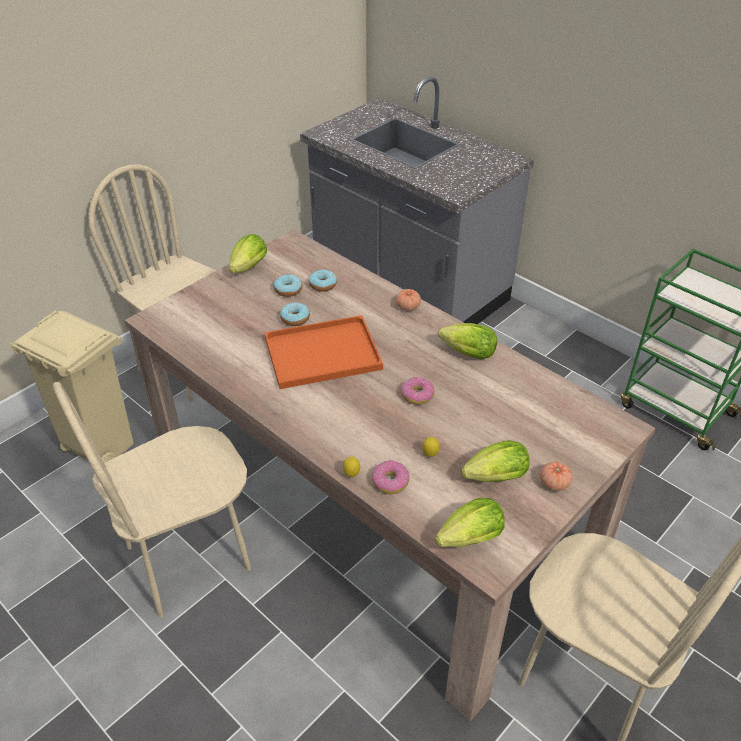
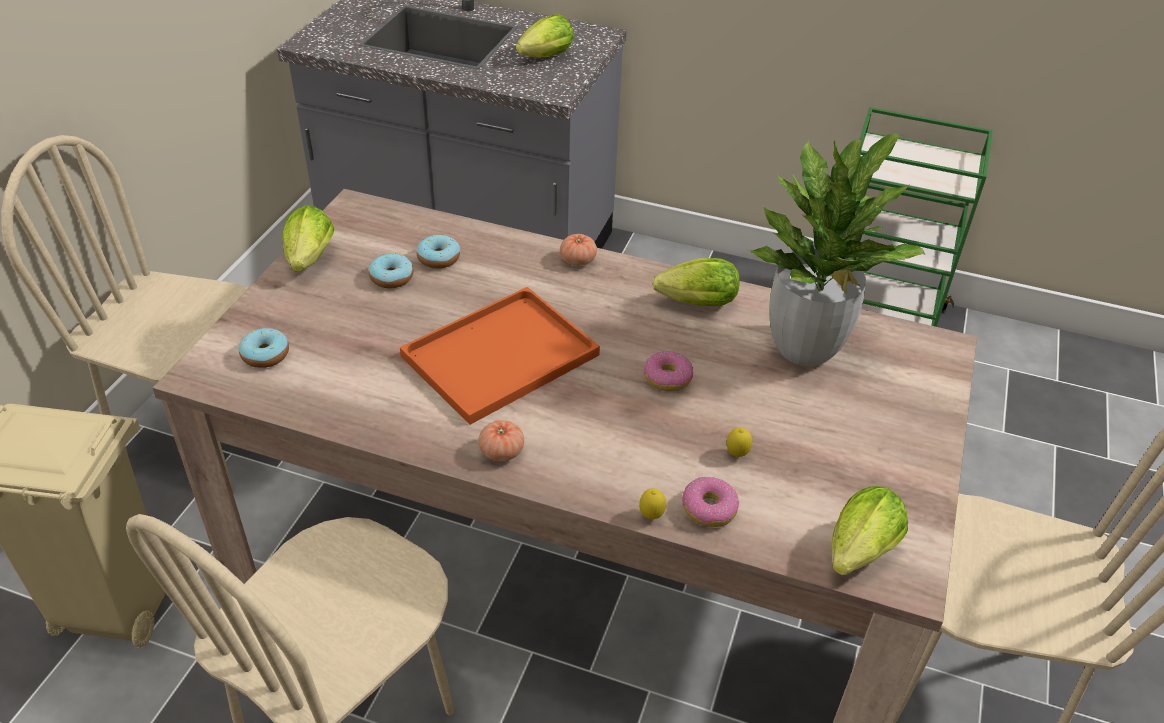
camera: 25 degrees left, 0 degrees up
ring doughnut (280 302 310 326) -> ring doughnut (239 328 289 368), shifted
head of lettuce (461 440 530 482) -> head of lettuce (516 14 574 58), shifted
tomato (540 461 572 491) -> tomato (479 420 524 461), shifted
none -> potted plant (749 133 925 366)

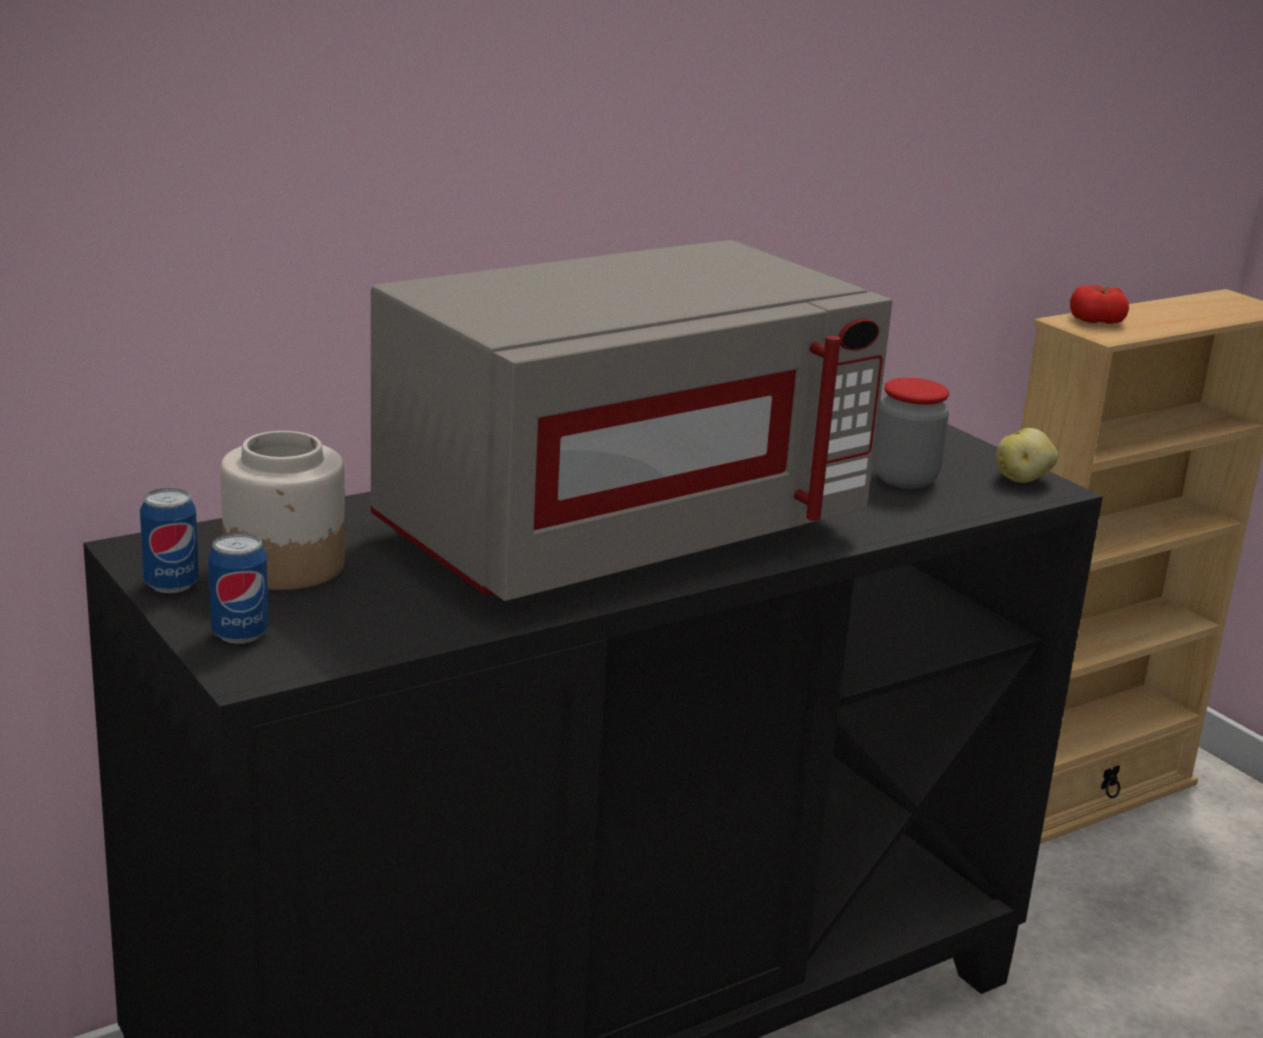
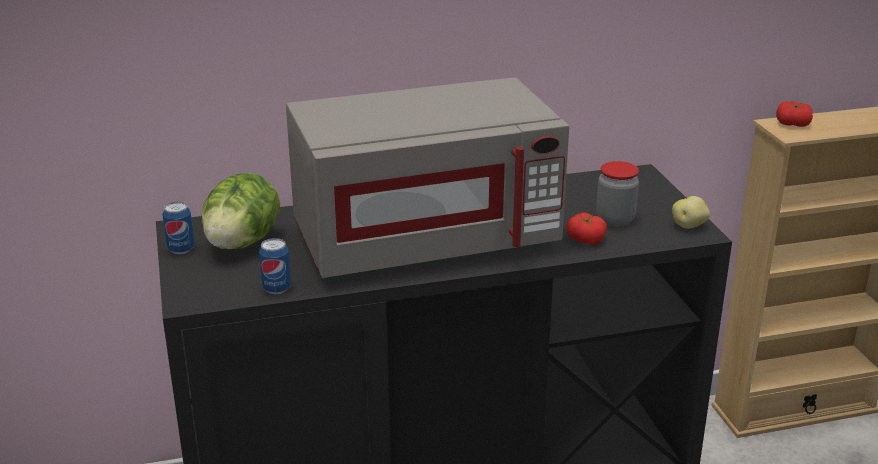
camera: 20 degrees right, 5 degrees up
jar (220 431 345 590) -> head of lettuce (202 173 280 249)
can (208 533 269 644) -> can (259 238 291 294), shifted
none -> tomato (566 213 607 245)

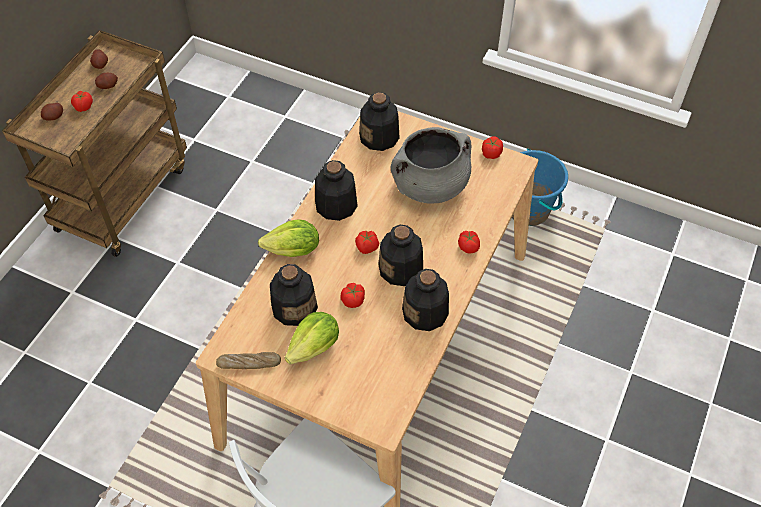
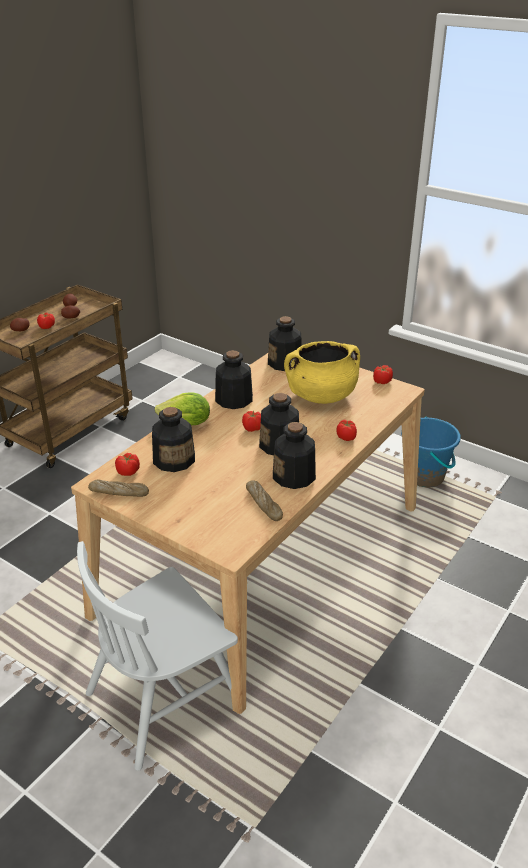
camera: 10 degrees right, 20 degrees down
cooking pot in greyish (391 127 471 204) -> cooking pot in yellow-coloured (284 341 360 404)
tomato (340 283 365 308) -> tomato (115 453 140 476), shifted
head of lettuce (285 312 339 364) -> none
none -> baked bread (246 480 283 521)

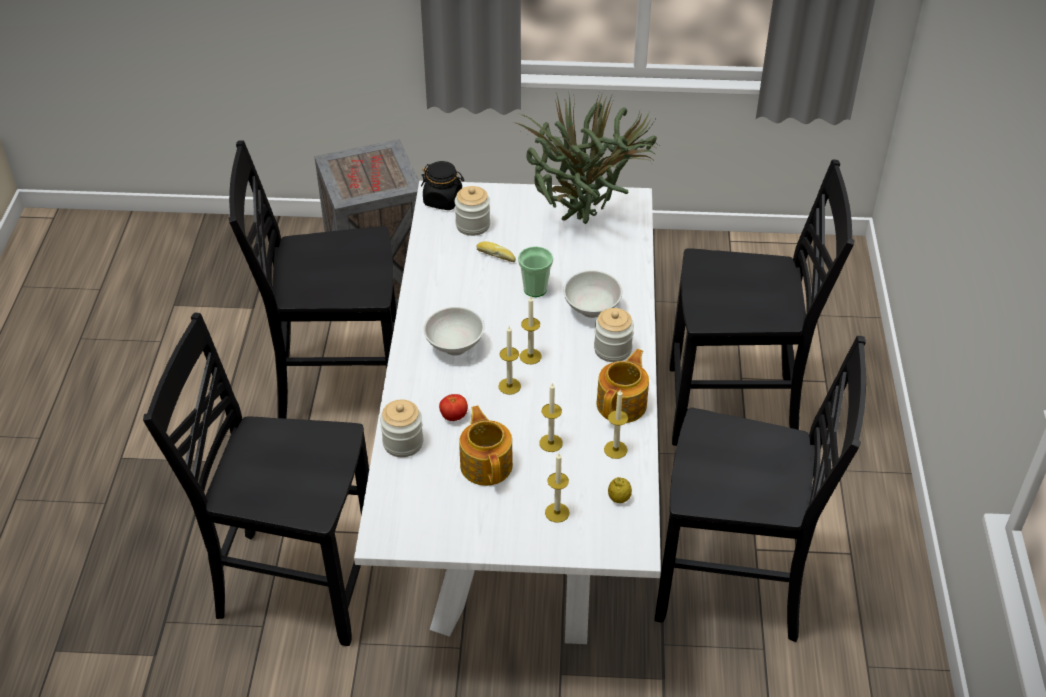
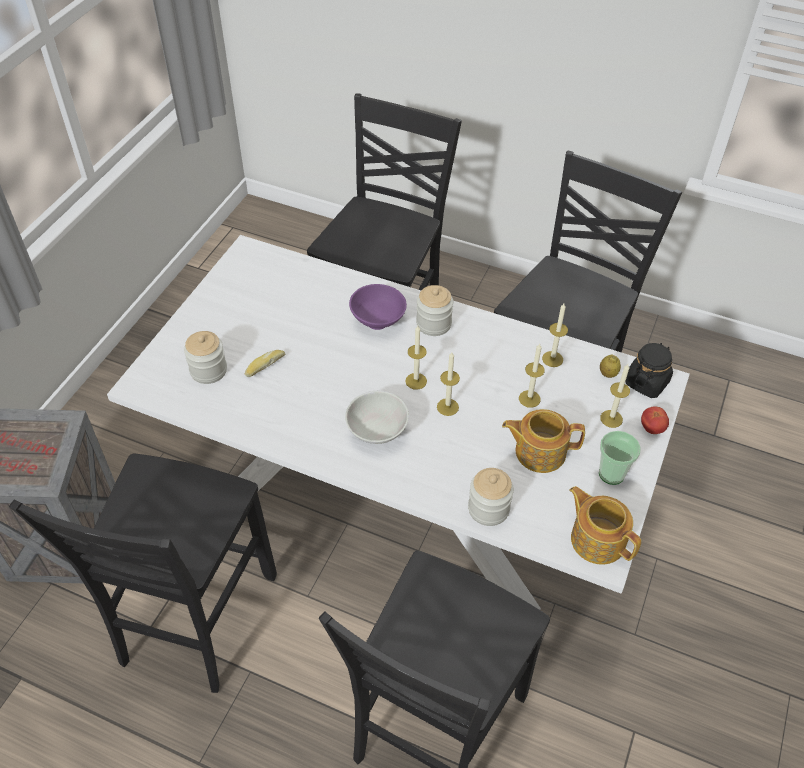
camera: 70 degrees left, 5 degrees up
potted plant (513 91 660 224) -> none
jar in black-coloured (421 161 464 210) -> jar in black-coloured (625 343 673 398), shifted
cup (518 246 553 297) -> cup (599 431 641 485), shifted
bowl in whitish (563 270 622 318) -> bowl in purplish (349 284 407 330)
pot for tea (596 349 649 423) -> pot for tea (570 486 641 564), shifted
tomato (439 394 468 421) -> tomato (641 406 669 434), shifted

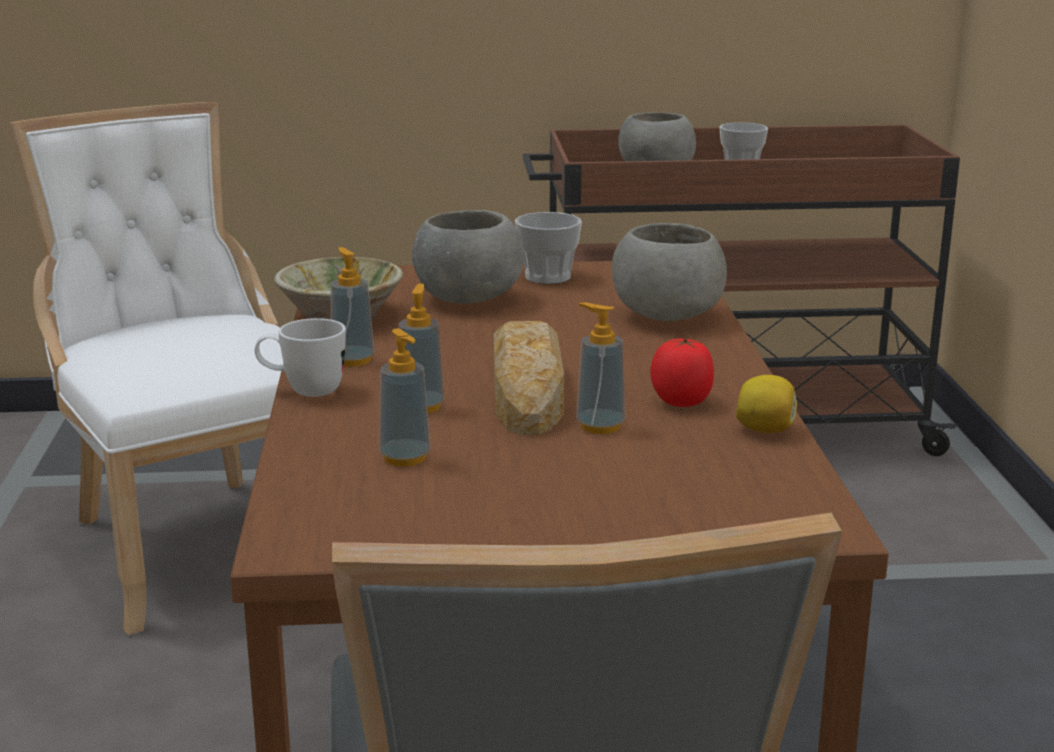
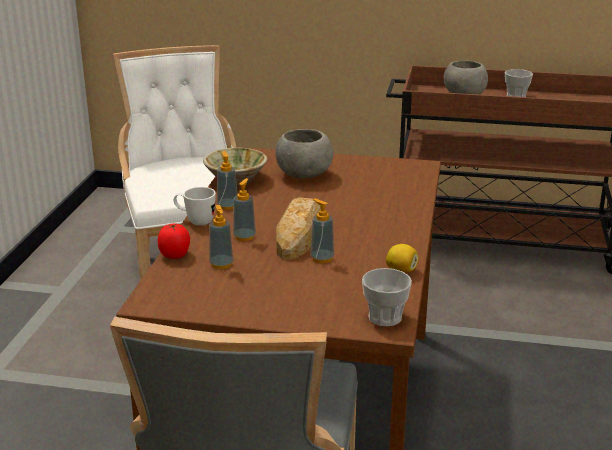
camera: 15 degrees right, 5 degrees up
cup (515 212 582 284) -> cup (362 268 412 326), shifted
bowl in greyish (612 223 727 321) -> none
tomato (650 338 714 407) -> tomato (158 223 190 259), shifted

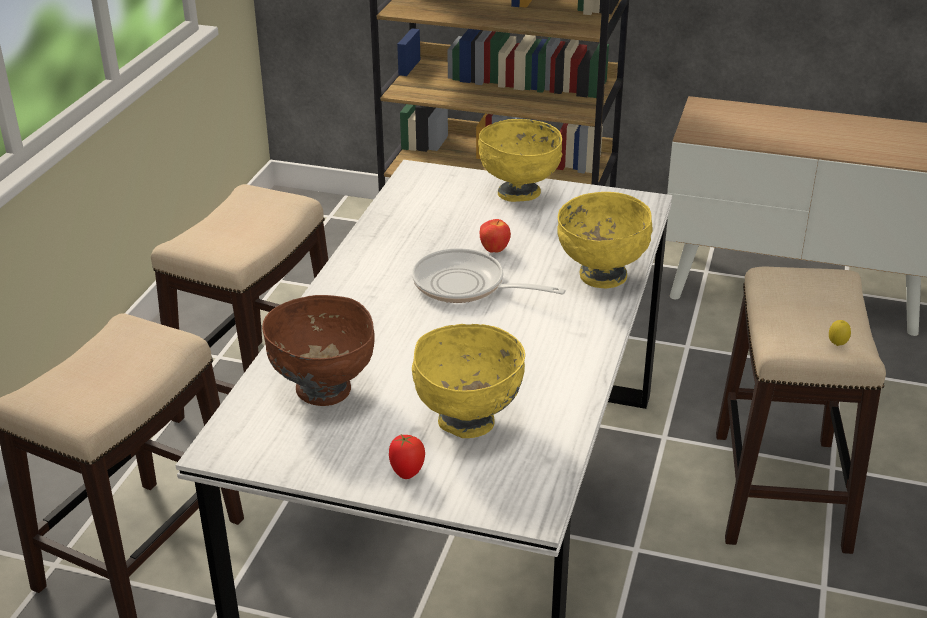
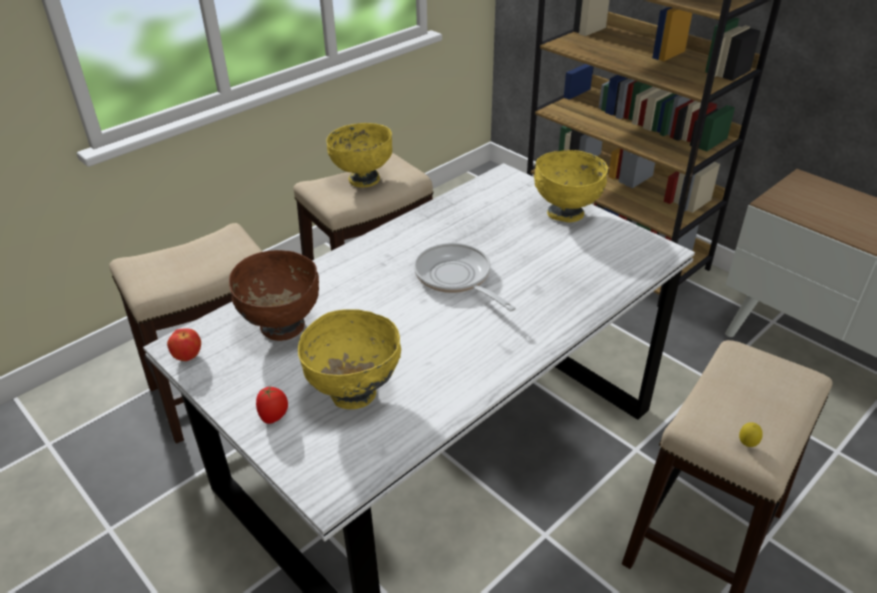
camera: 30 degrees right, 5 degrees up
bowl in yellow-coloured (557 192 652 288) -> bowl in yellow-coloured (326 123 392 187), shifted
apple (480 219 511 252) -> apple (167 328 201 361), shifted

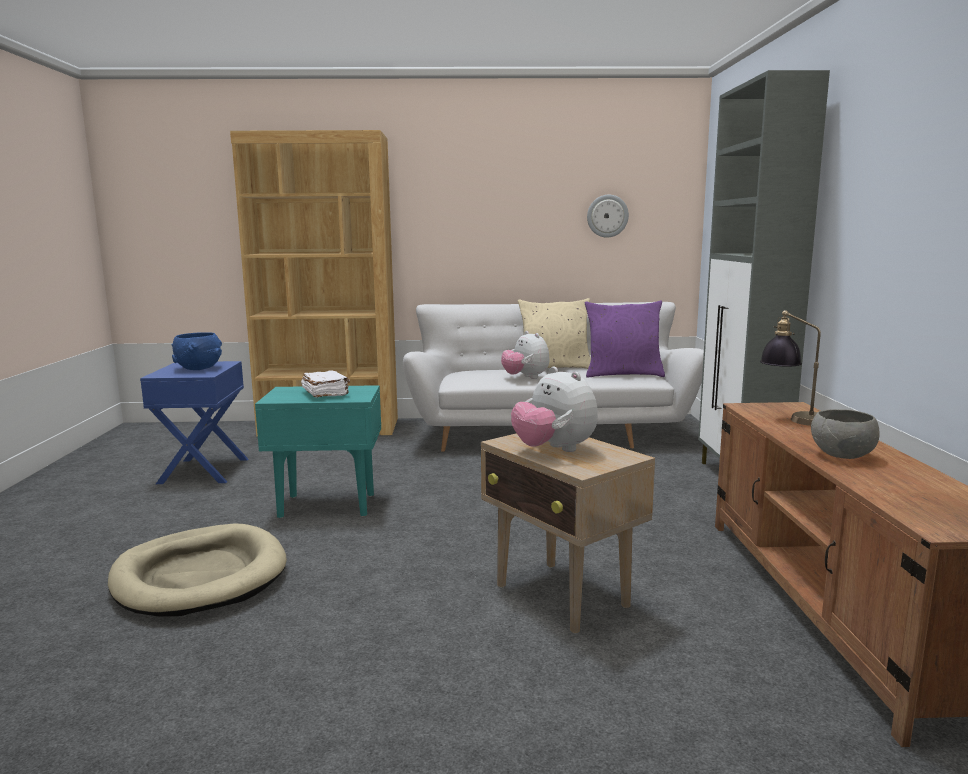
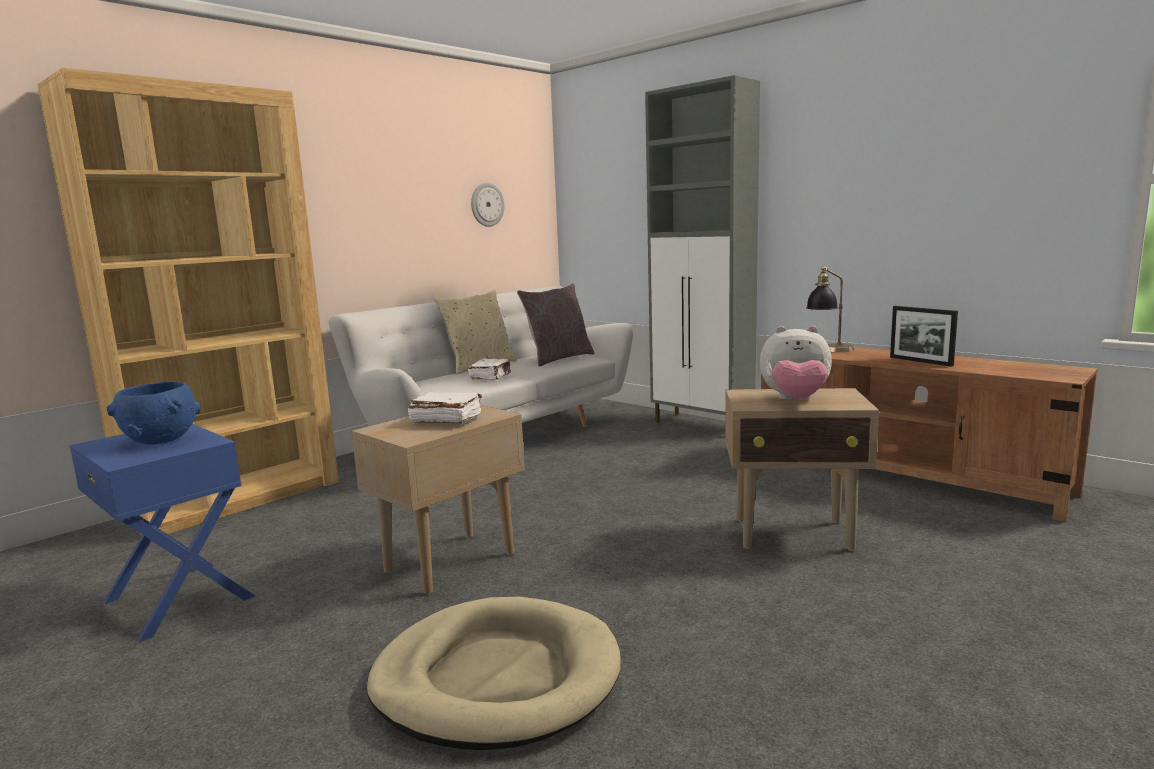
camera: 45 degrees left, 0 degrees up
pillow in purplish (585 300 665 378) -> pillow in greyish (517 283 595 367)
cuddly toy (501 331 549 379) -> book in whitish (468 358 511 380)
side table in blue-green (255 385 381 518) -> side table in sand-coloured (352 405 525 594)
bowl in greyish (811 409 880 459) -> picture frame (890 306 958 367)

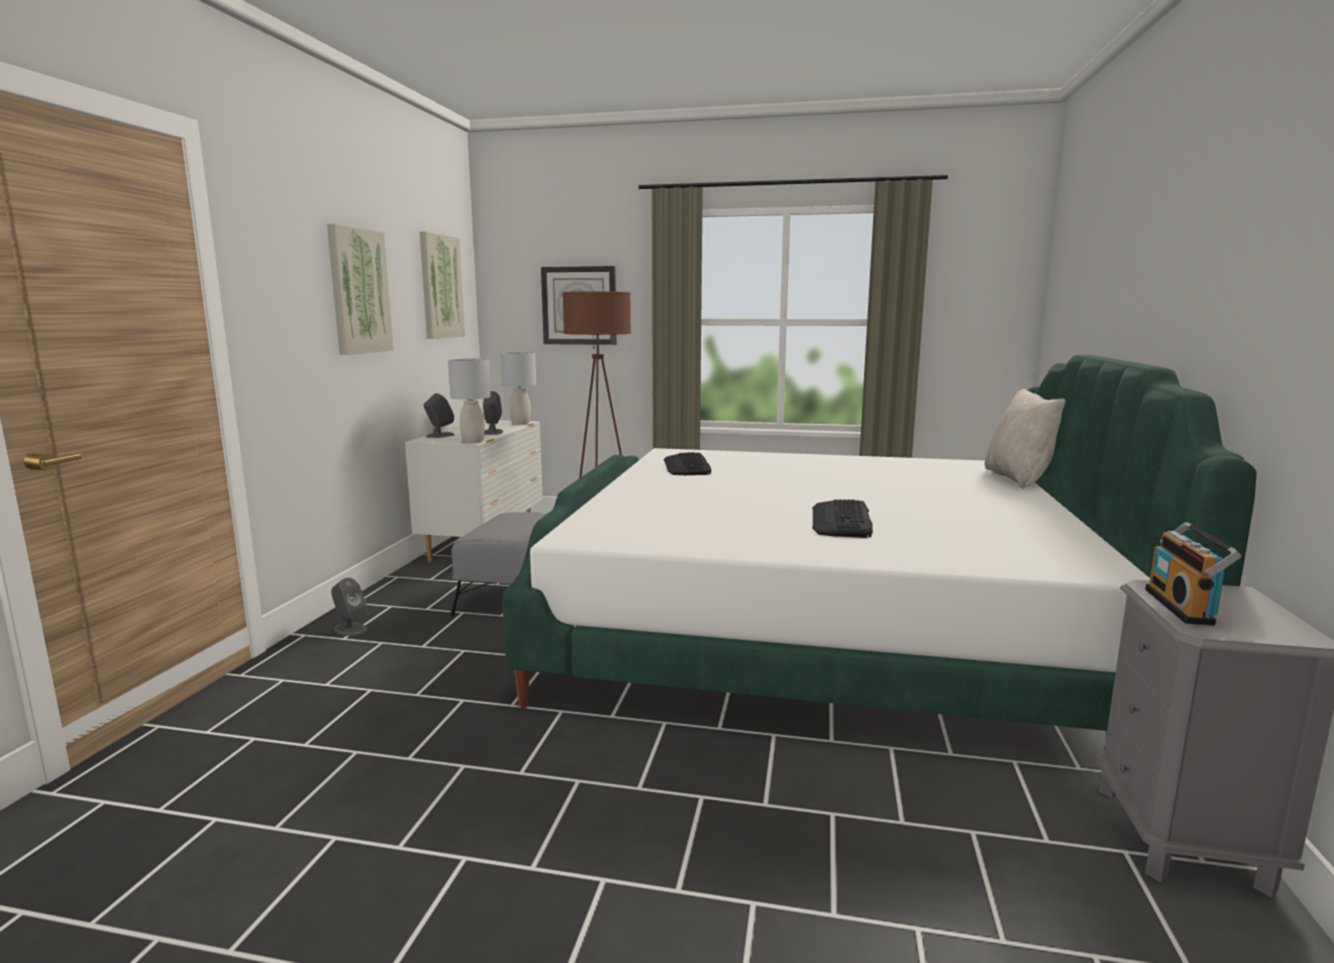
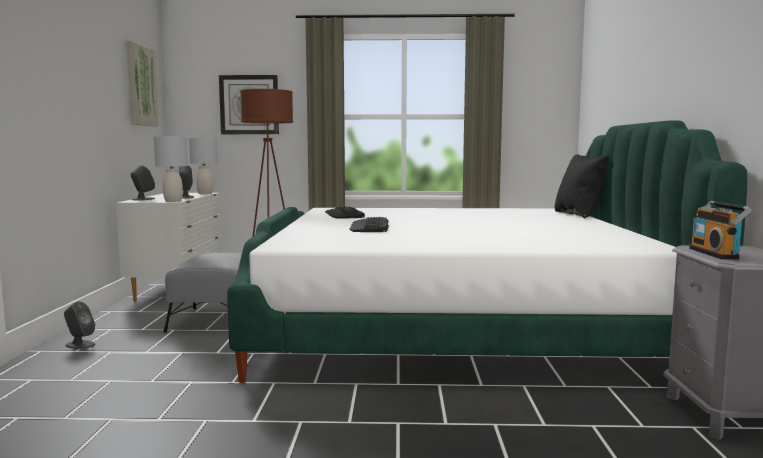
camera: 10 degrees left, 5 degrees down
wall picture (327 224 394 355) -> none
pillow in sand-coloured (985 389 1066 489) -> pillow in black-coloured (554 154 609 219)
keyboard (812 499 873 538) -> keyboard (349 217 389 232), shifted

